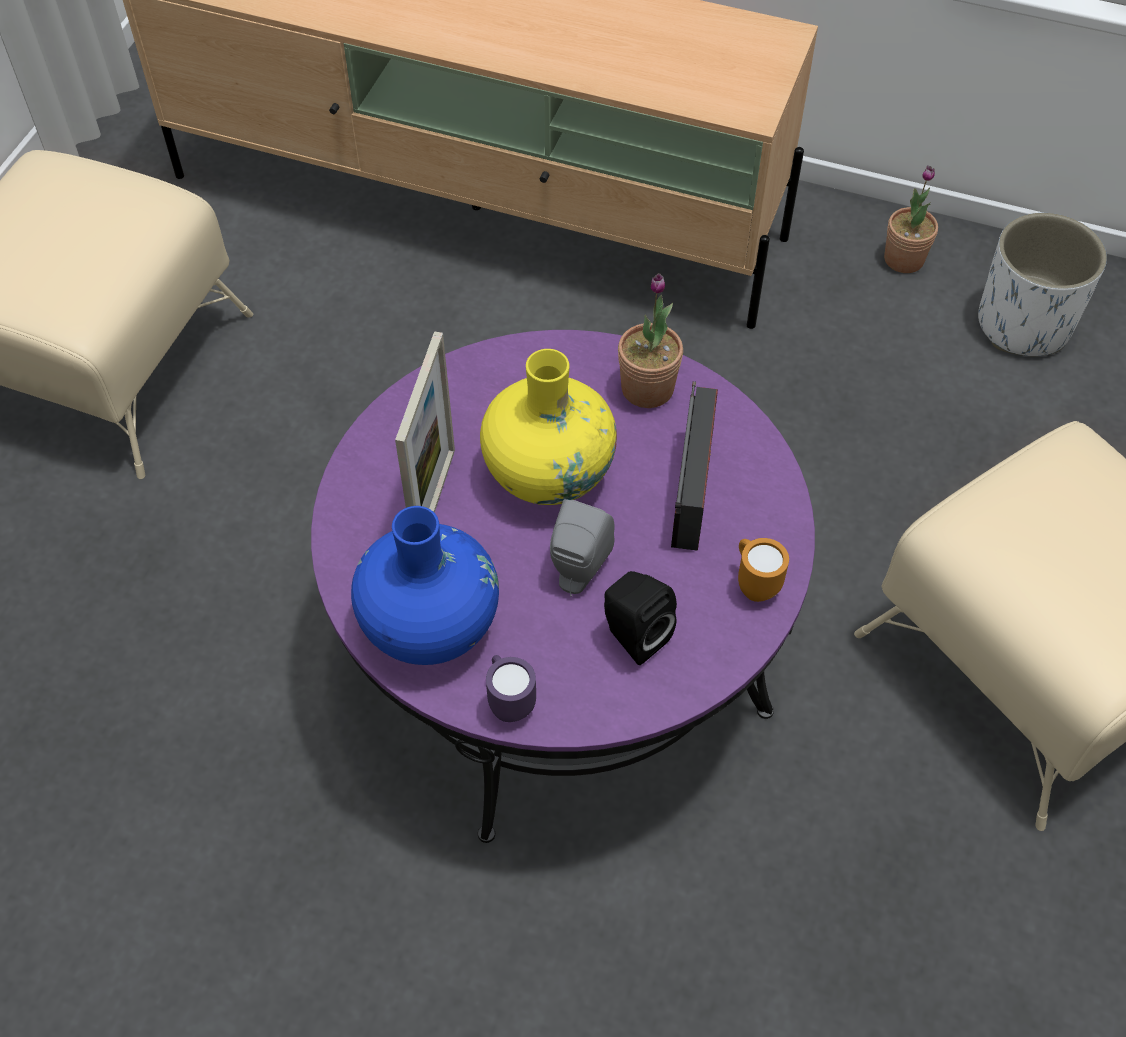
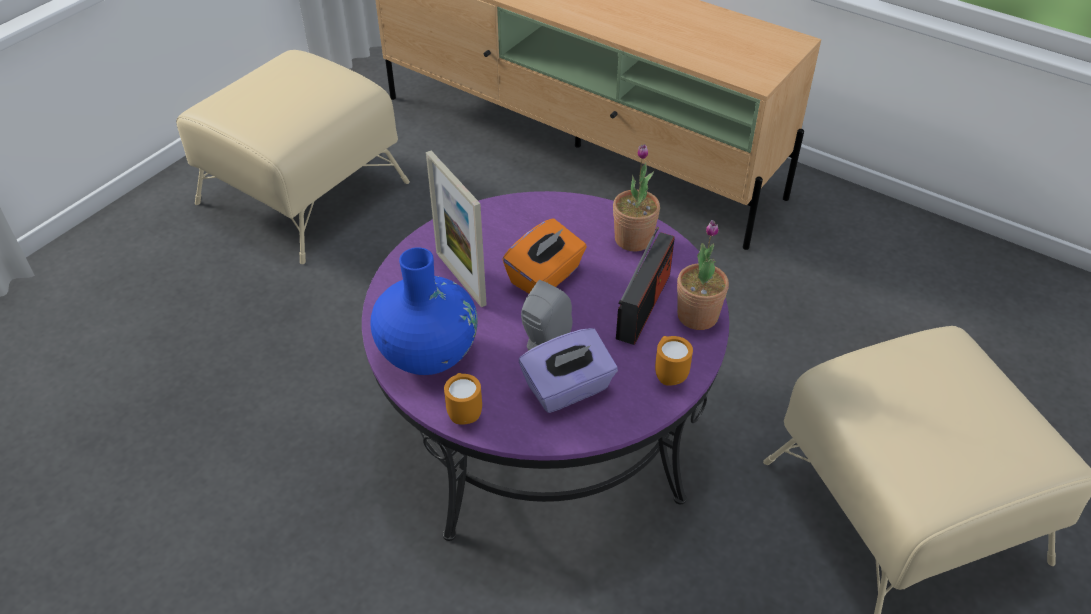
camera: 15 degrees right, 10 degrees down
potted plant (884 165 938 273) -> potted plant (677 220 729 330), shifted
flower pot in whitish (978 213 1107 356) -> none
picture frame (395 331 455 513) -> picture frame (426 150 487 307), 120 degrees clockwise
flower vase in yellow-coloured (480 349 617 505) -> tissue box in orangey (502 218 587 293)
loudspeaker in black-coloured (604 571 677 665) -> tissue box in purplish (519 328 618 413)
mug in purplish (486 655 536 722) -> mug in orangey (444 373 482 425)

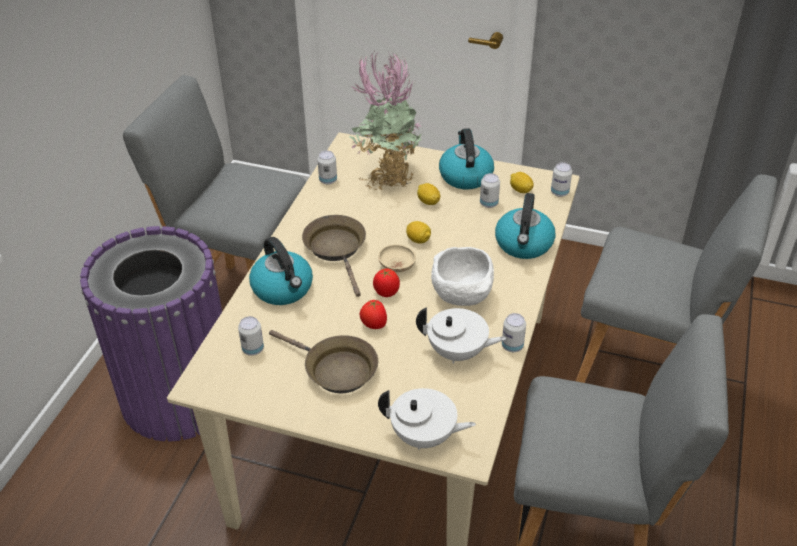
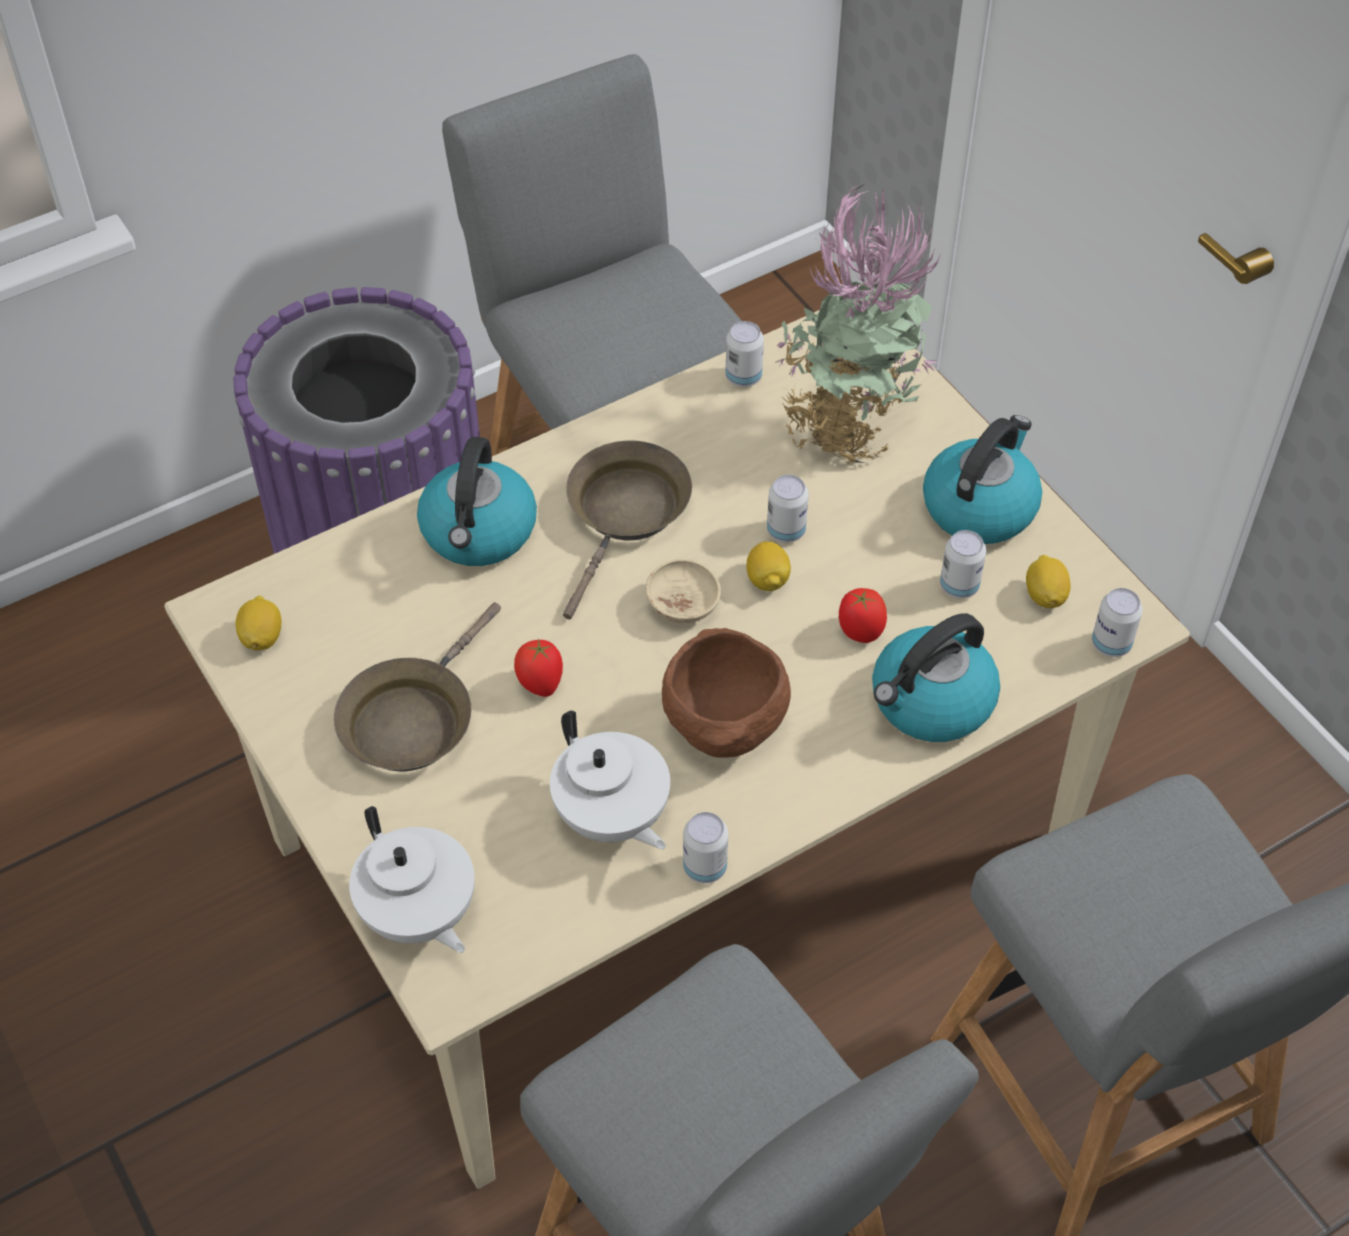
camera: 40 degrees right, 10 degrees up
whole lemon (417 183 440 205) -> whole lemon (235 596 281 650), shifted
bowl in whitish (431 247 494 306) -> bowl in brownish (662 628 791 758)
tomato (373 268 400 297) -> tomato (839 588 887 643), shifted
can (238 316 264 356) -> can (767 475 809 543), shifted
frying pan in brownish (269 330 378 393) -> frying pan in brownish (334 602 501 771), 45 degrees clockwise

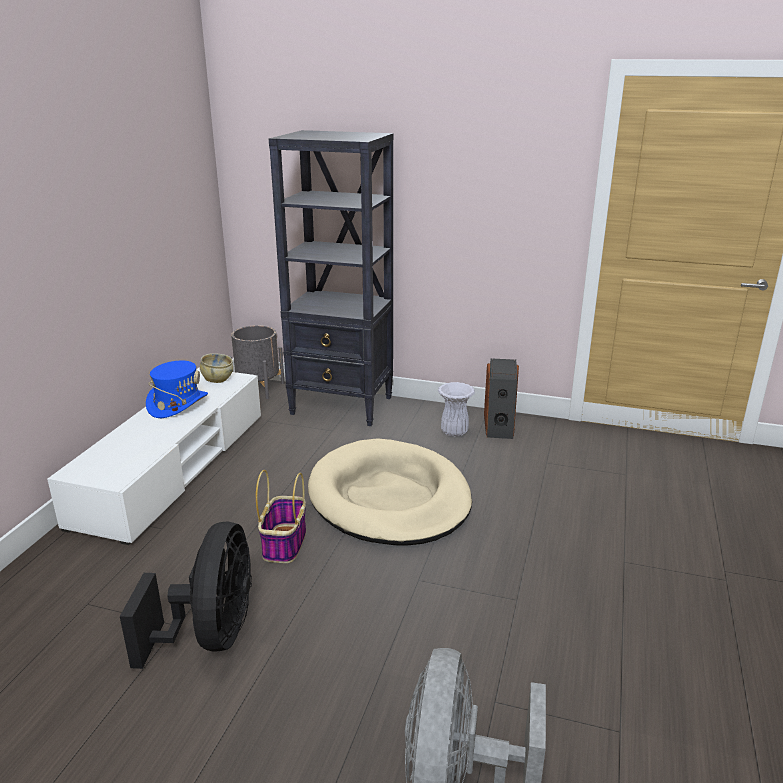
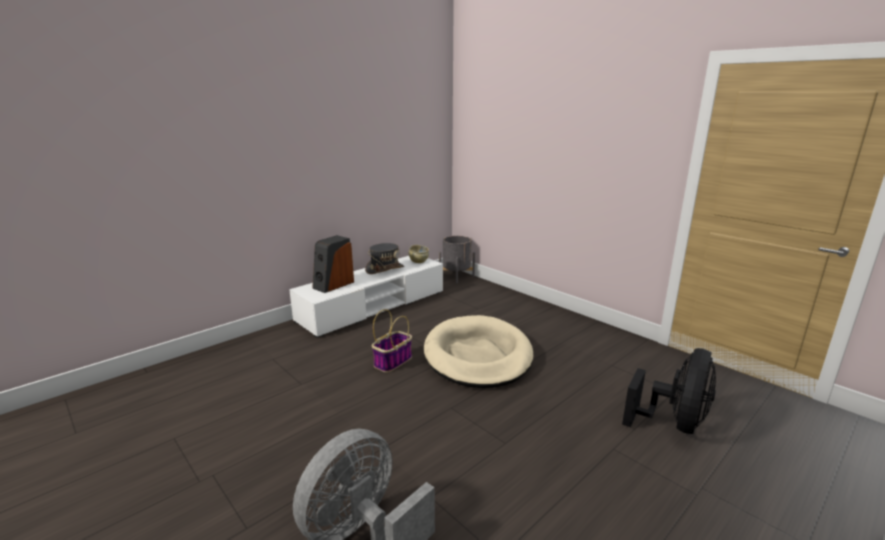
camera: 30 degrees right, 5 degrees down
shelving unit in black-coloured (269 130 393 426) -> none
loudspeaker (484 358 519 439) -> loudspeaker (312 235 354 293), shifted
clothing hat in blue (146 361 208 418) -> clothing hat in greyish (365 243 404 274)
flower vase in whitish (438 382 475 437) -> none
fan in black-coloured (120 522 252 669) -> fan in black-coloured (622 348 716 434), shifted

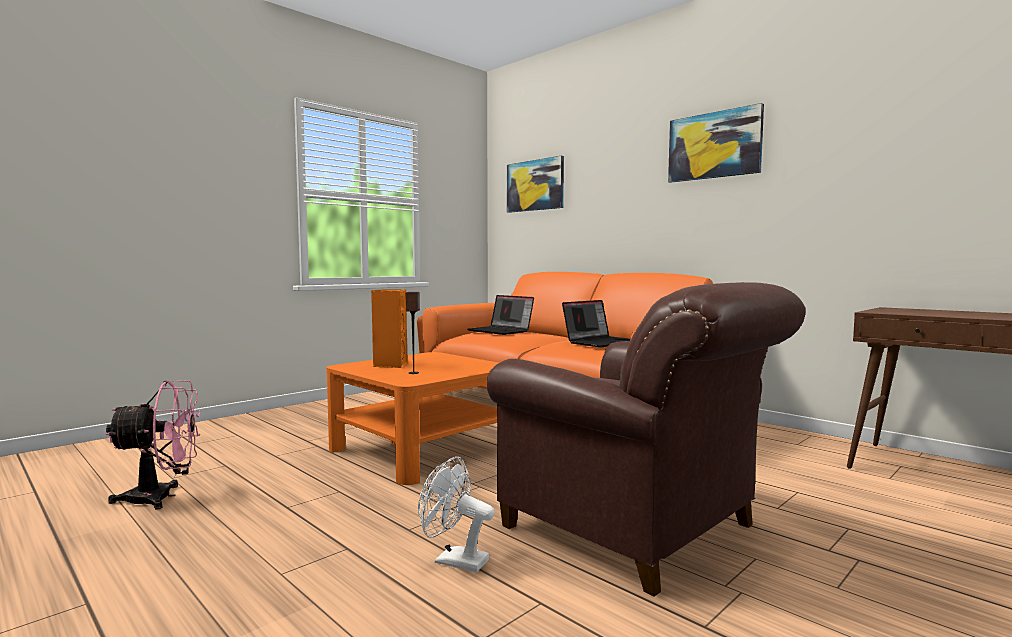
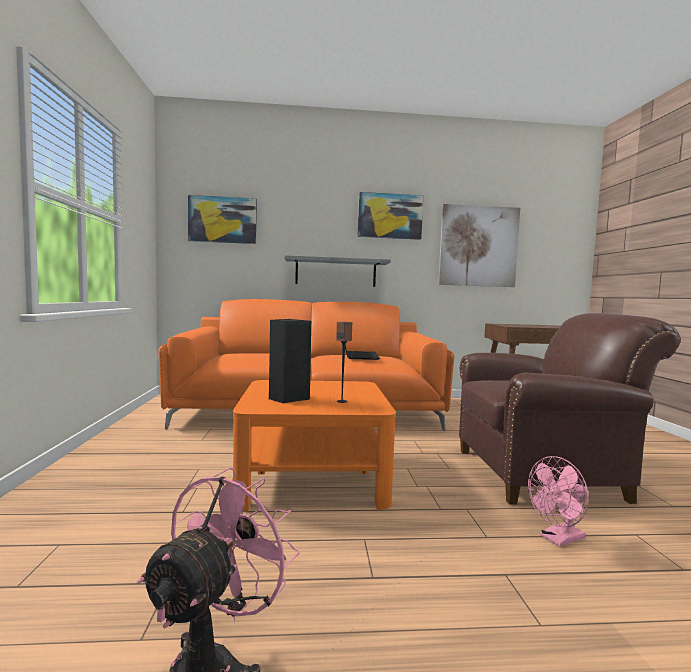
camera: 50 degrees left, 0 degrees up
loudspeaker in orangey (371 289 407 368) -> loudspeaker in black-coloured (269 319 311 403)
laptop (468 295 534 335) -> none
fan in whitish (418 457 495 572) -> fan in pinkish (528 456 589 547)
none -> wall picture (438 204 520 287)
none -> wall shelf in greyish (284 255 391 287)

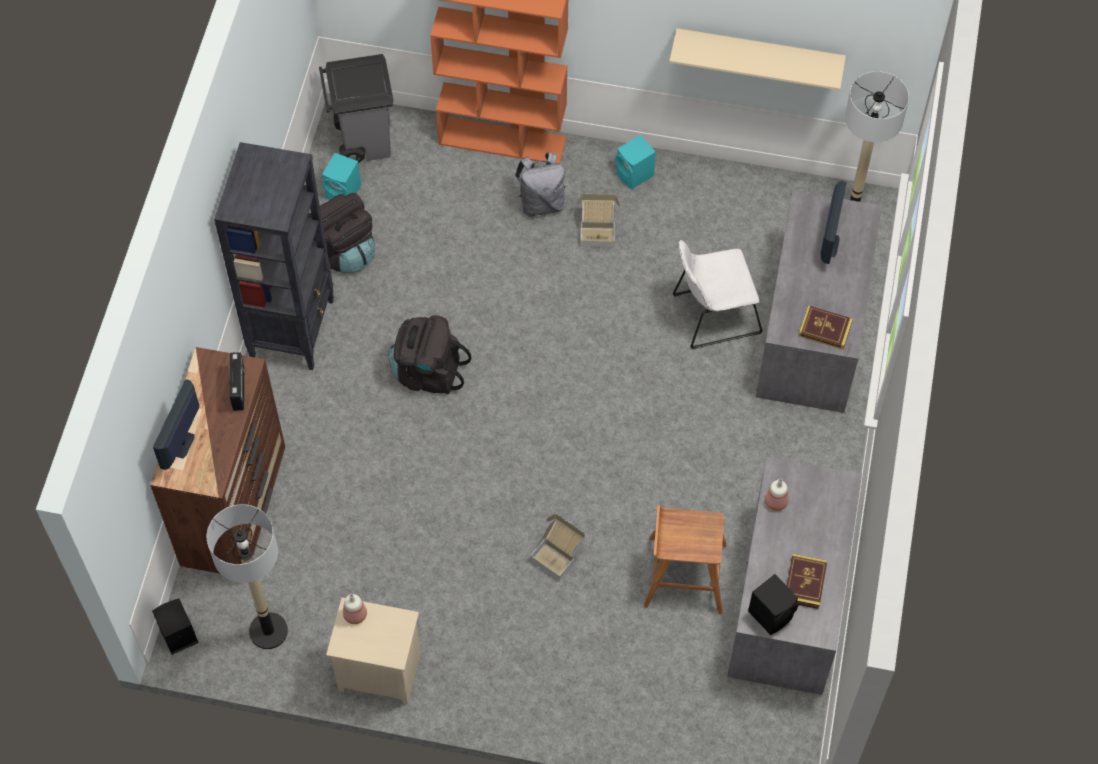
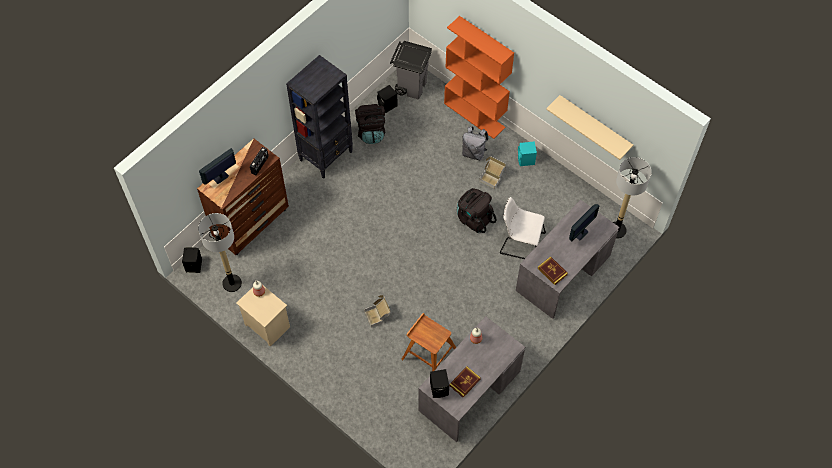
camera: 30 degrees right, 0 degrees up
loudspeaker in blue-green (322 153 361 200) -> loudspeaker in black-coloured (377 85 398 113)
backpack in black-coloured (388 315 471 394) -> backpack in black-coloured (457 188 496 233), shifted

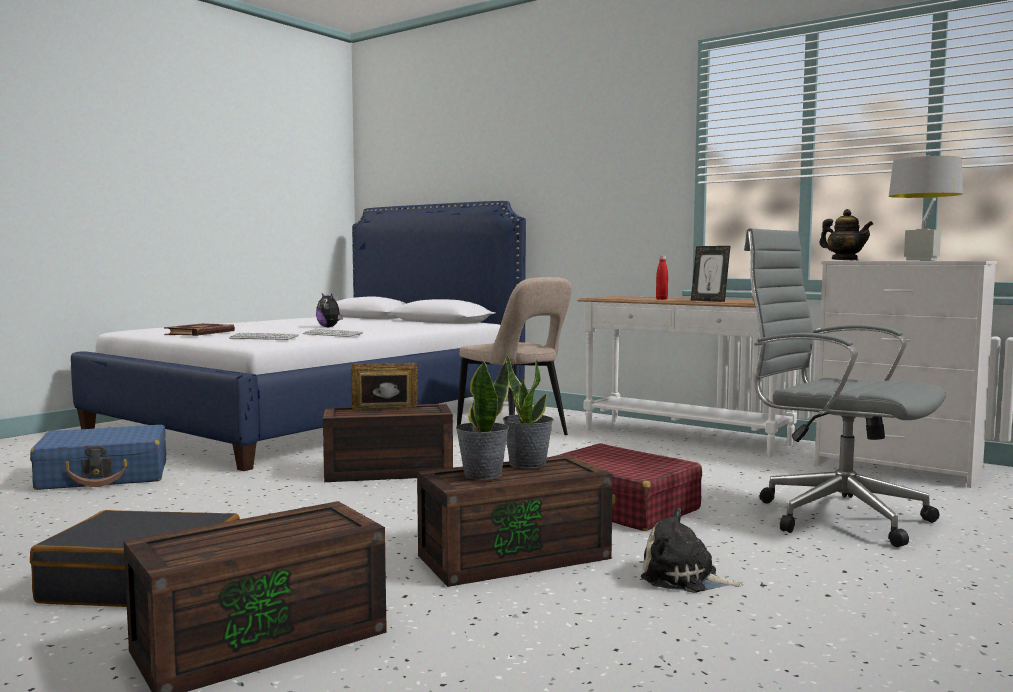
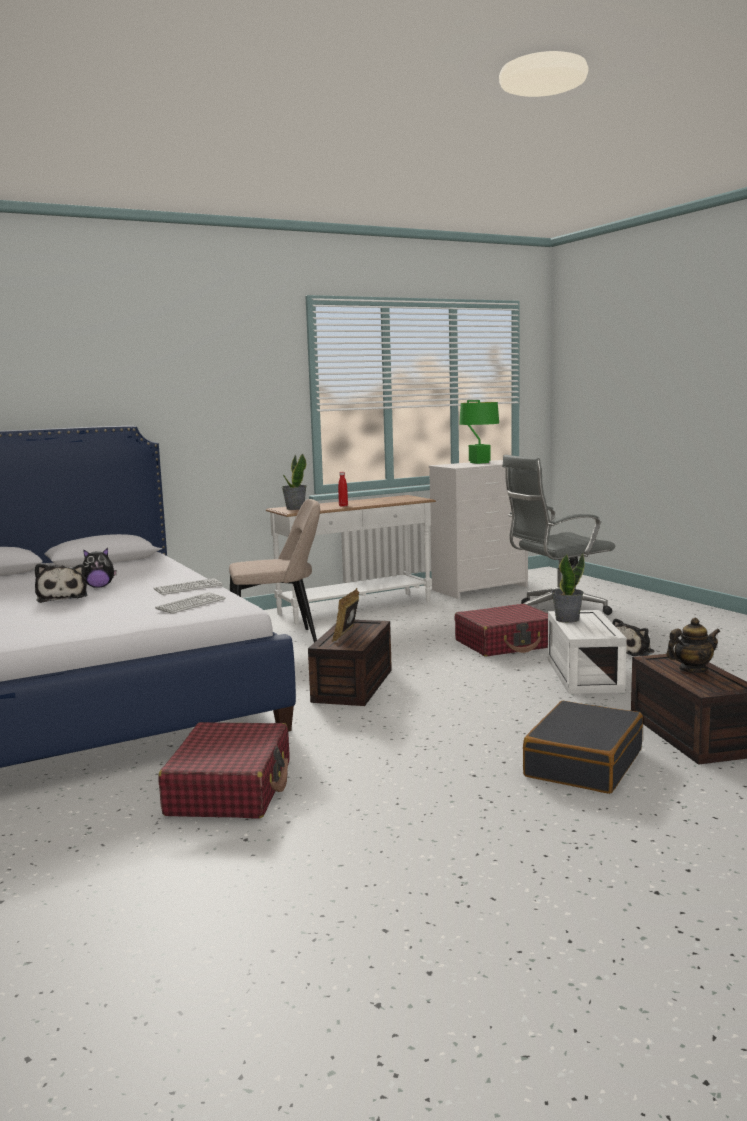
camera: 65 degrees left, 5 degrees up
lamp for a table in greyish (889 155 963 260) -> lamp for a table in greenish (459 400 499 464)
pot for tea (819 209 873 260) -> pot for tea (667 618 721 673), shifted
picture frame (691 246 730 302) -> none
book (164 323 235 336) -> none
potted plant (456 361 509 480) -> potted plant (282 453 307 510), shifted
suitcase in blue (30 425 166 490) -> suitcase in red-coloured (158 722 289 818)
storage container in brownish (417 455 613 587) -> storage container in whitish (548 610 627 694)
none -> cuddly toy (35 563 87 603)

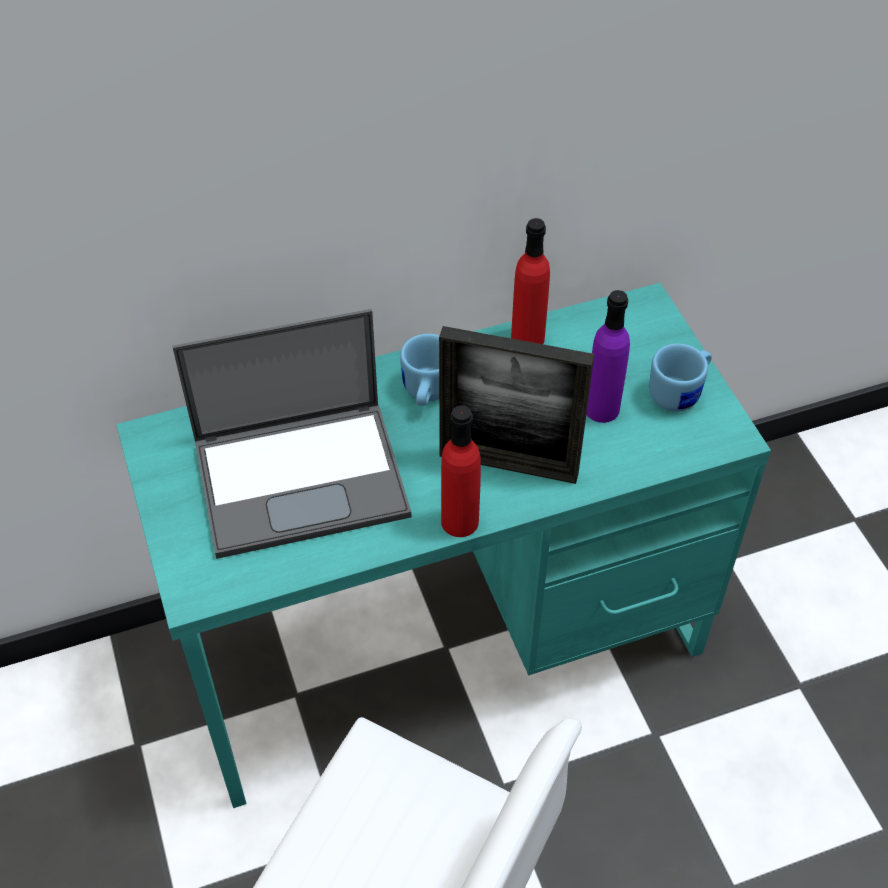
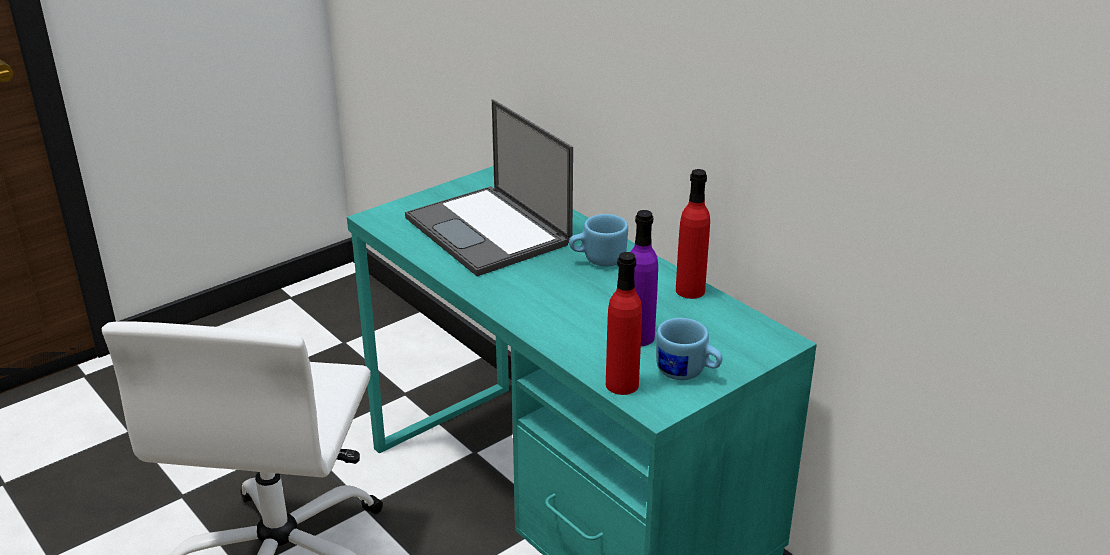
camera: 70 degrees right, 20 degrees down
picture frame (439 326 594 484) -> none
drink bottle in red-coloured (441 405 481 537) -> drink bottle in red-coloured (606 252 642 395), shifted

